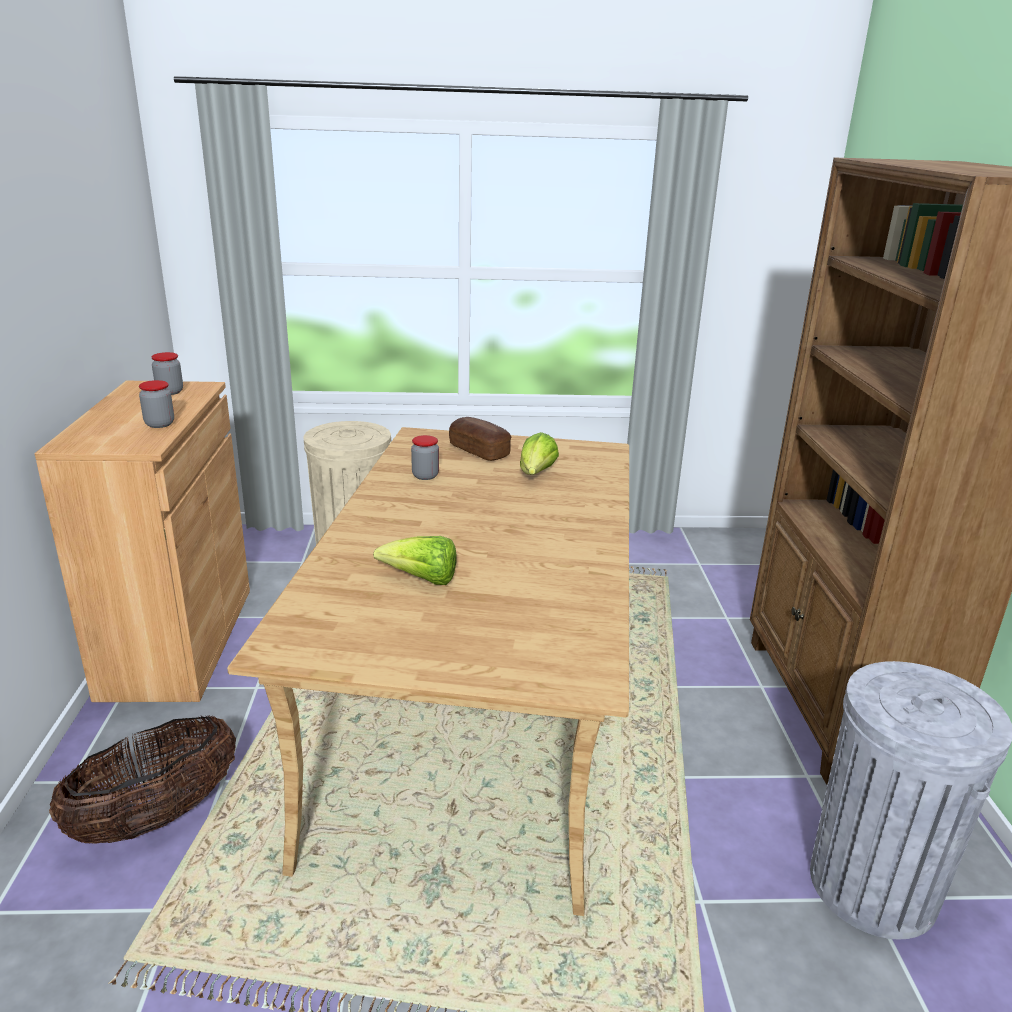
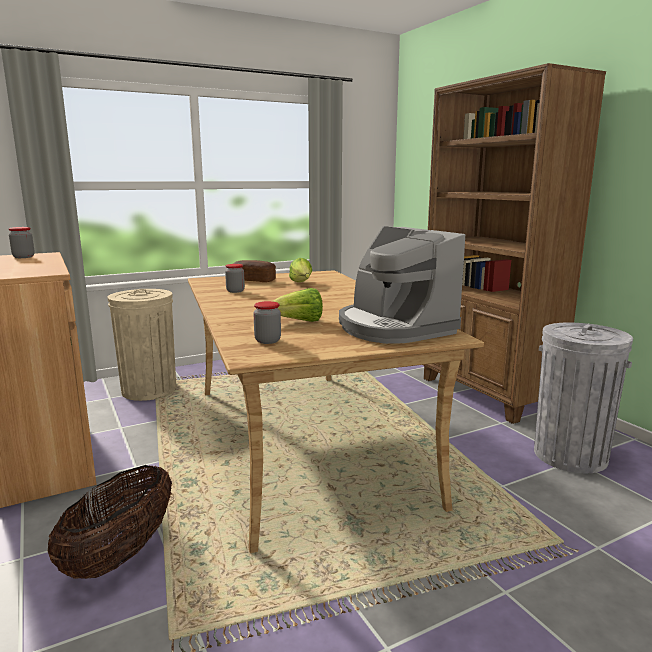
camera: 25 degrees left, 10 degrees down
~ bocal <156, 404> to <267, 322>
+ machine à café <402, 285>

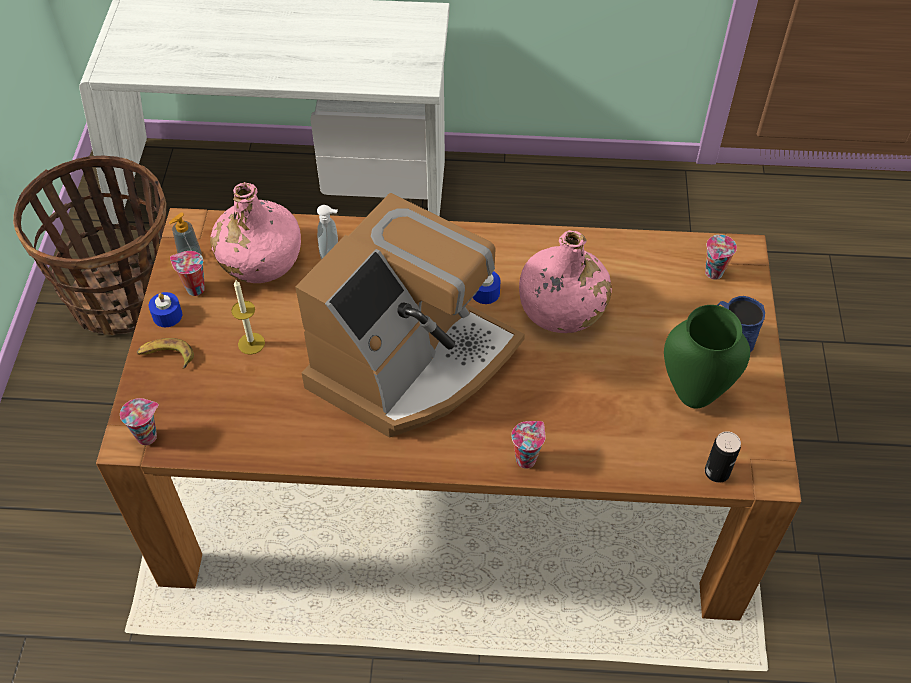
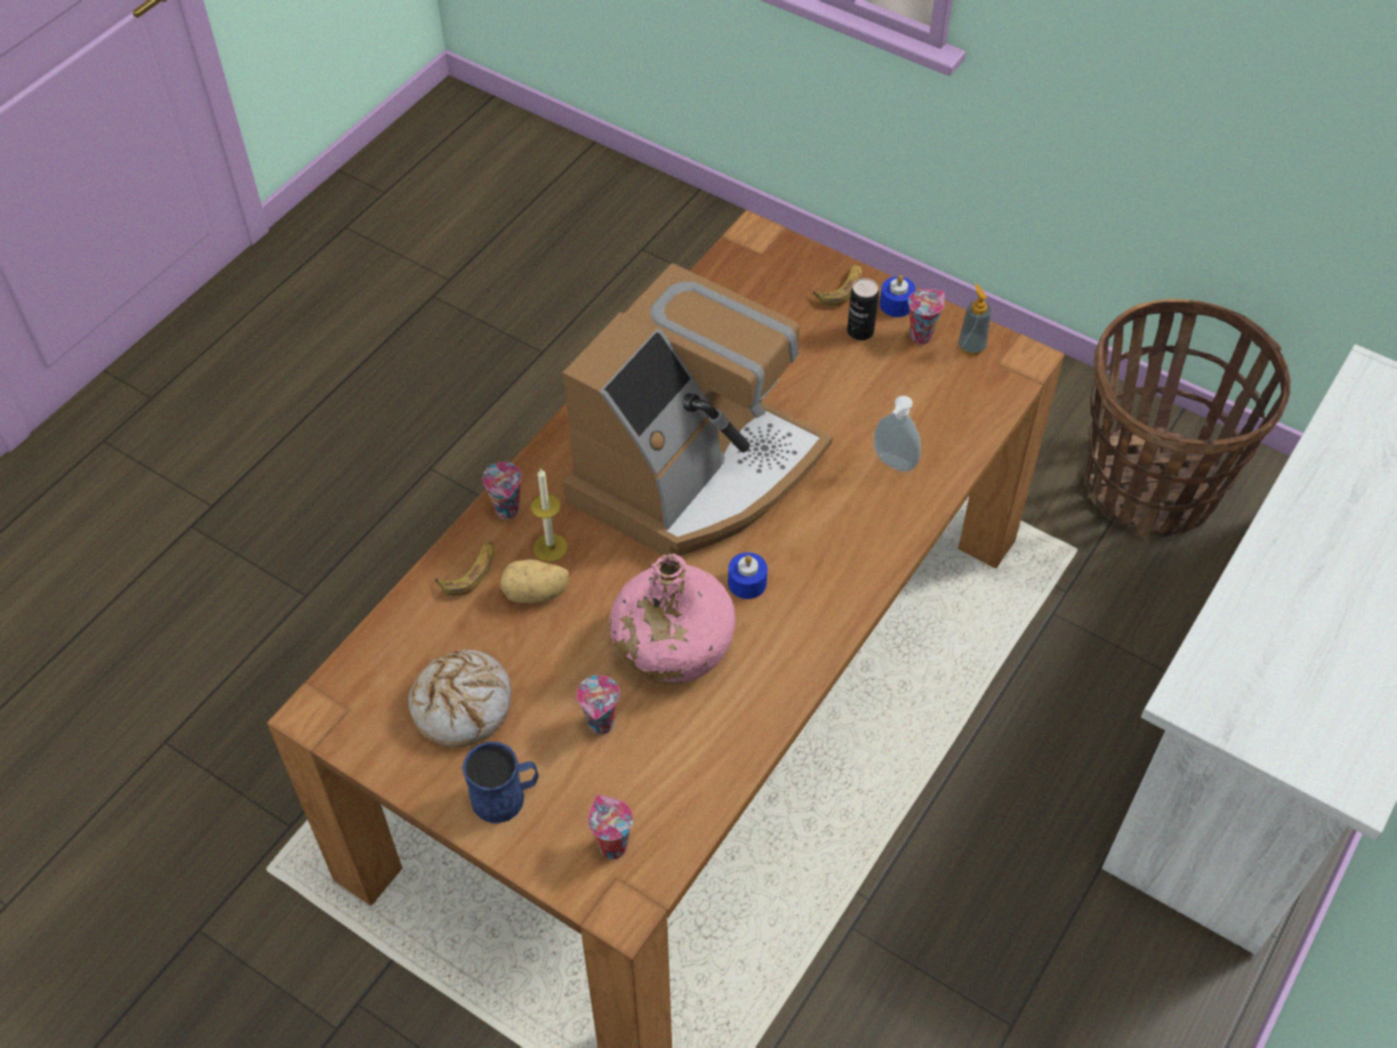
camera: 120 degrees right, 0 degrees up
~ vase [vert] <707, 356> to pain <460, 698>
+ banane <464, 568>
+ pomme de terre <535, 581>
~ bougie <248, 317> to <549, 515>
~ machine à café <410, 315> = <698, 409> 120 degrees counterclockwise
~ tasse <139, 421> to <598, 705>
~ boîte métallique <723, 457> to <863, 309>
- bouteille [rose] <255, 232>

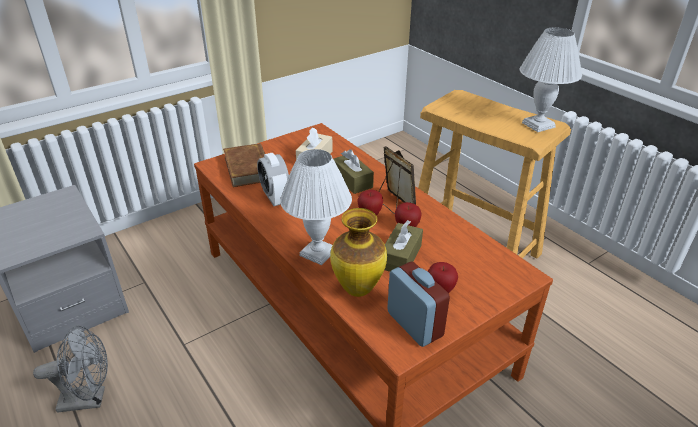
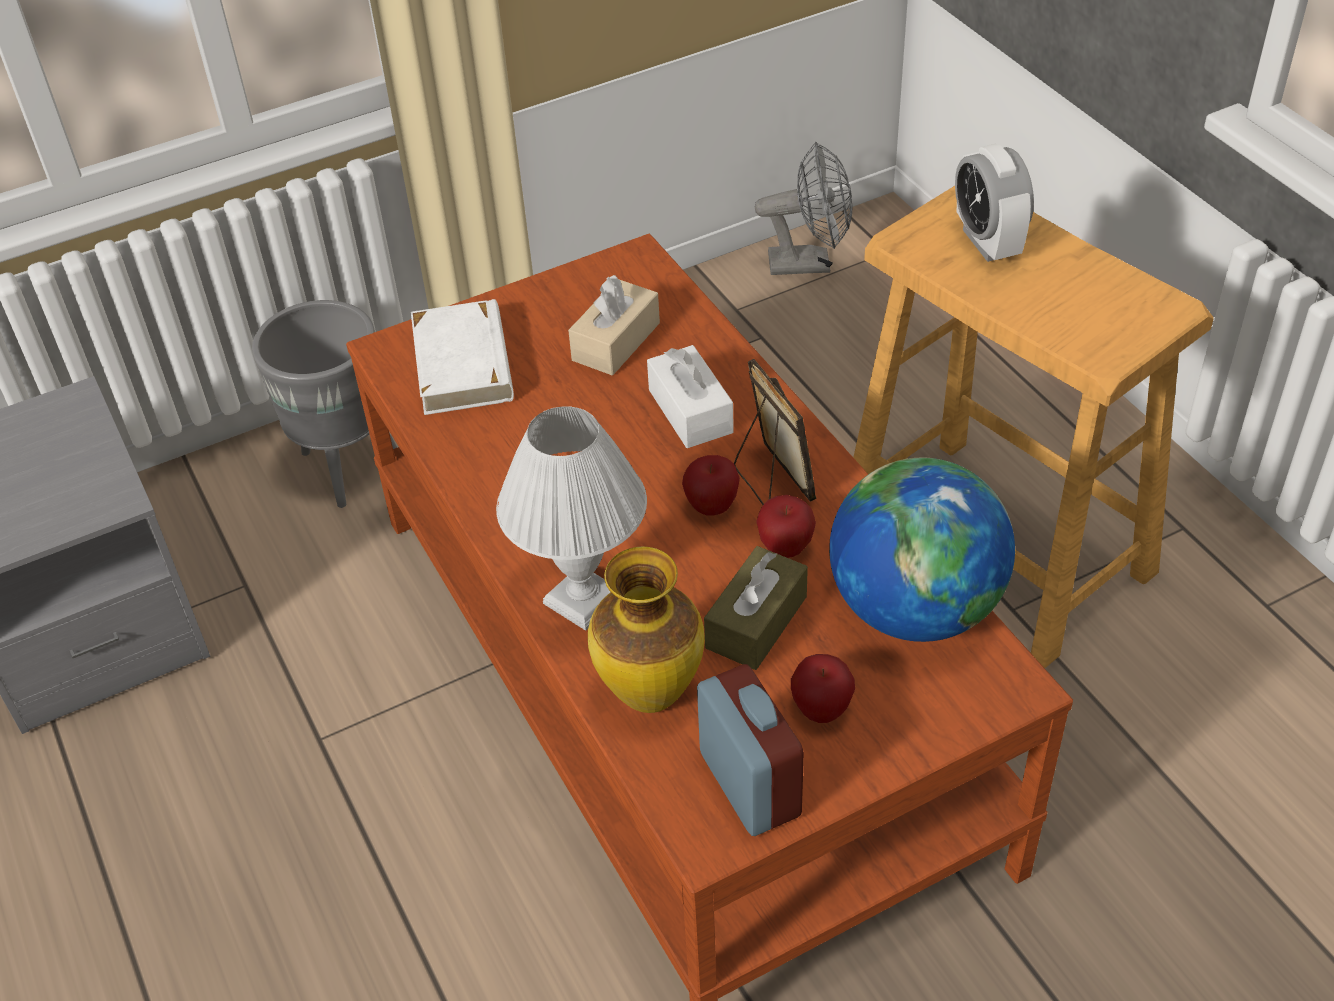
camera: 10 degrees right, 10 degrees up
+ cache-pot [gris] <324, 404>
~ livre [marron] <244, 165> to livre [blanc] <462, 357>
~ boîte à mouchoirs [marron] <354, 171> to boîte à mouchoirs [blanc] <690, 396>
~ ventilateur [gris] <70, 369> to <804, 208>
+ globe <922, 549>
~ réveil <273, 179> to <994, 203>
- lampe de table [blanc] <551, 79>

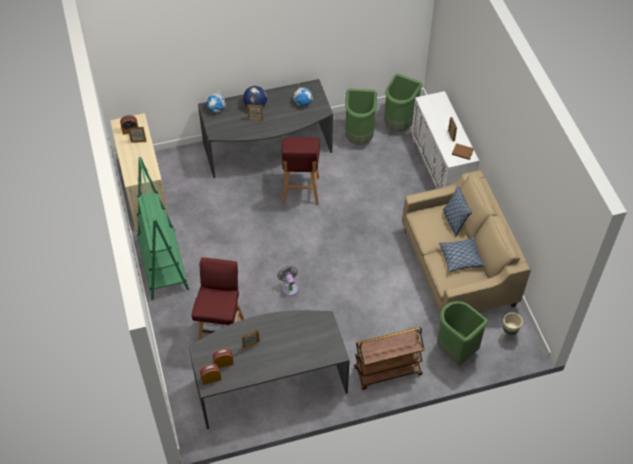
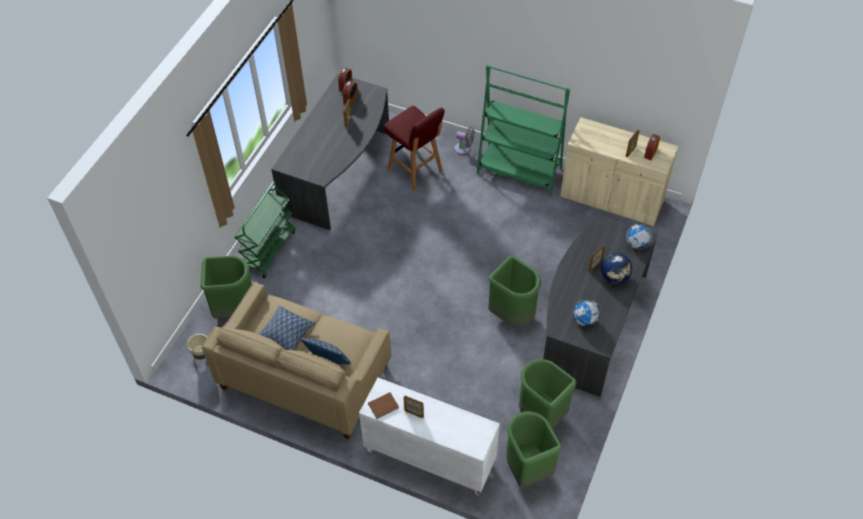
camera: 130 degrees right, 0 degrees up
~ chariot [marron] <389, 359> to chariot [vert] <265, 229>
~ ventilateur [gris] <287, 281> to <464, 141>
~ tabouret [rouge] <301, 171> to poubelle [vert] <514, 291>

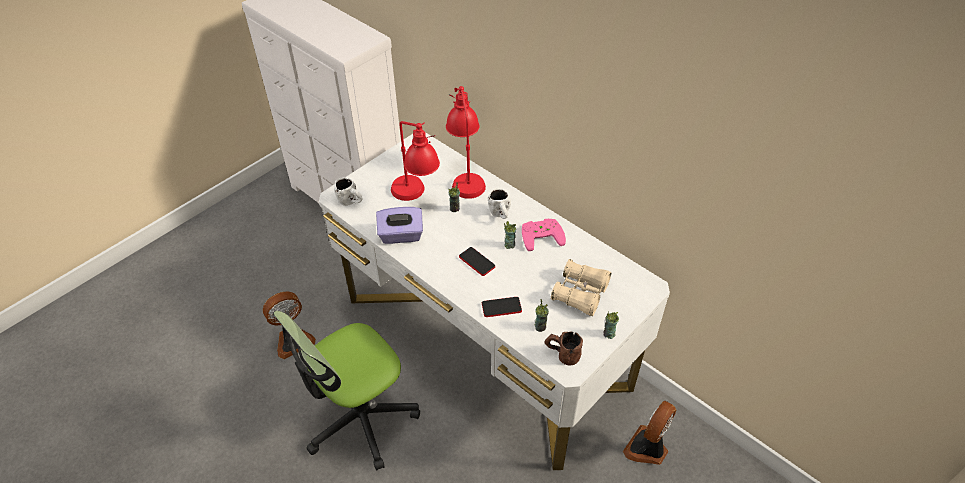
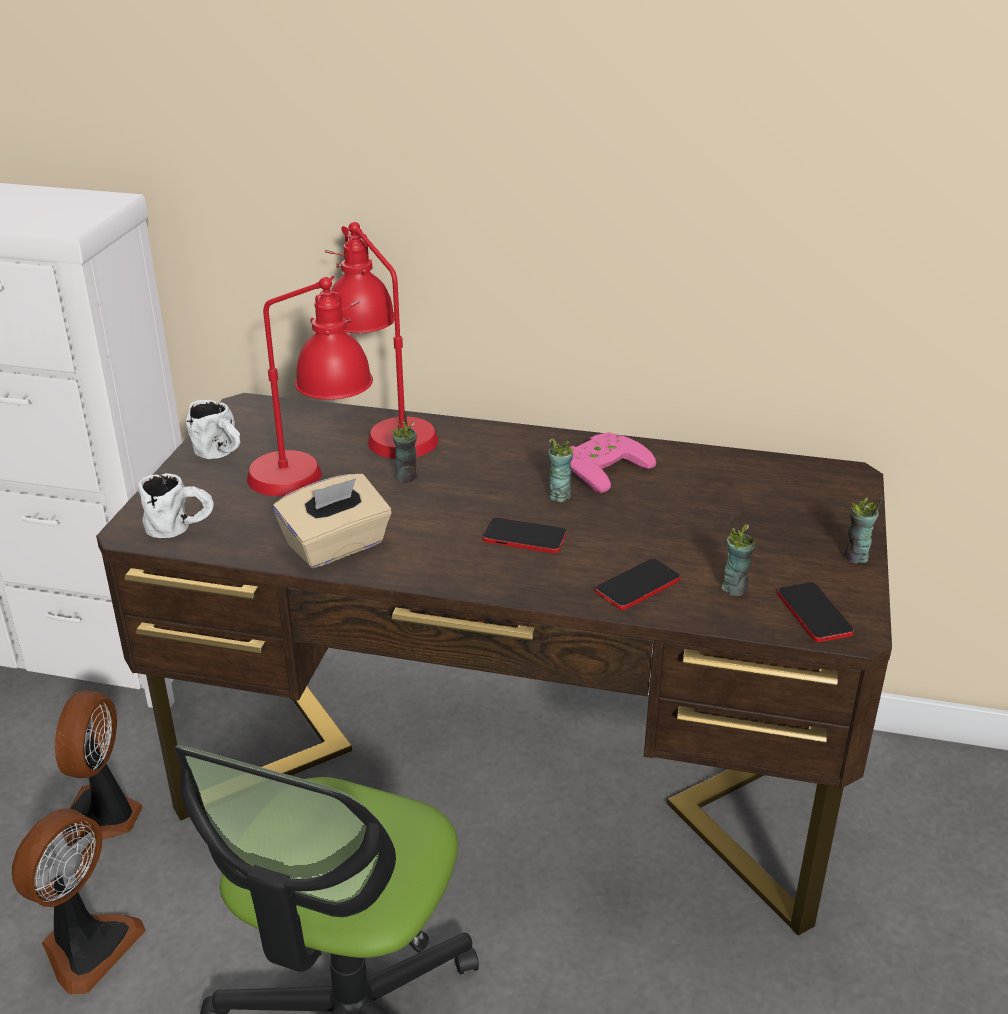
camera: 30 degrees left, 15 degrees down
~ ventilateur <649, 432> to <98, 768>
~ bureau [blanc] <494, 301> to bureau [marron] <494, 664>
~ mug [blanc] <499, 203> to <213, 429>
~ boîte à mouchoirs [violet] <399, 225> to boîte à mouchoirs [beige] <332, 521>
~ mug [marron] <563, 348> to téléphone <816, 612>
- jumelles [beige] <581, 287>

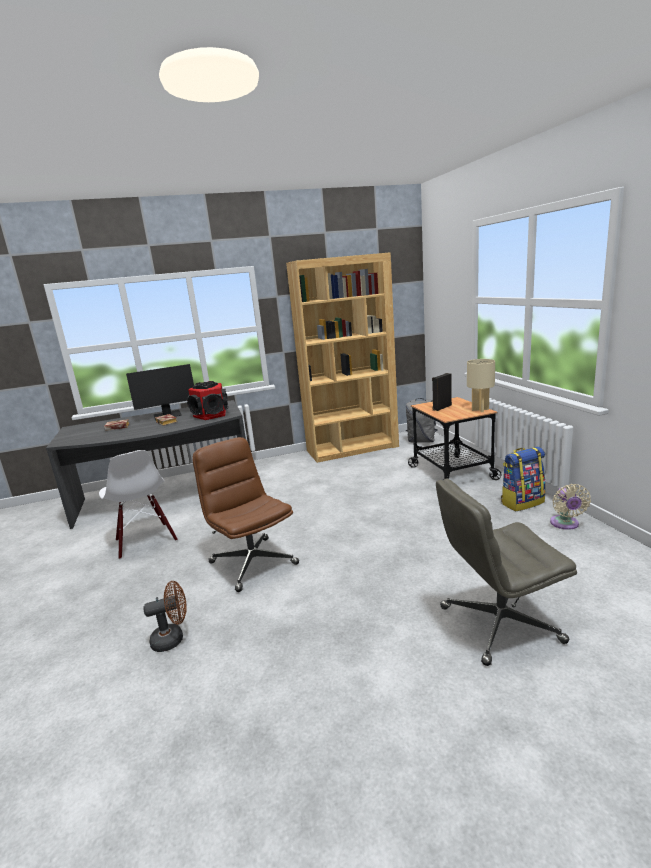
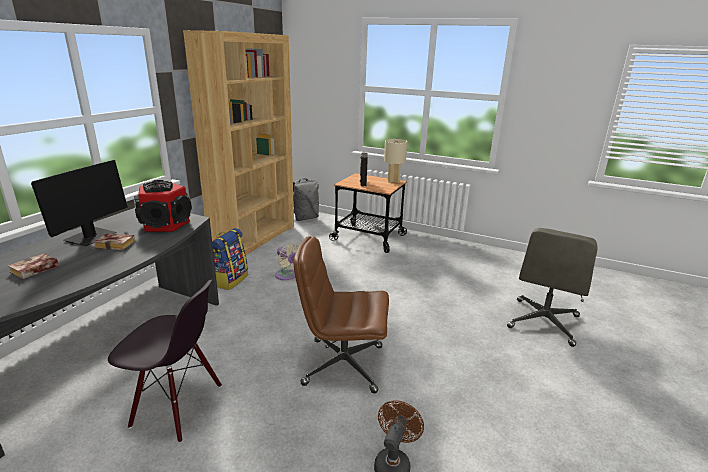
camera: 50 degrees left, 5 degrees up
~ chaise [blanc] <138, 504> to chaise [noir] <165, 361>
~ sac à dos <523, 479> to <230, 259>
~ ventilateur [beige] <570, 507> to <287, 261>

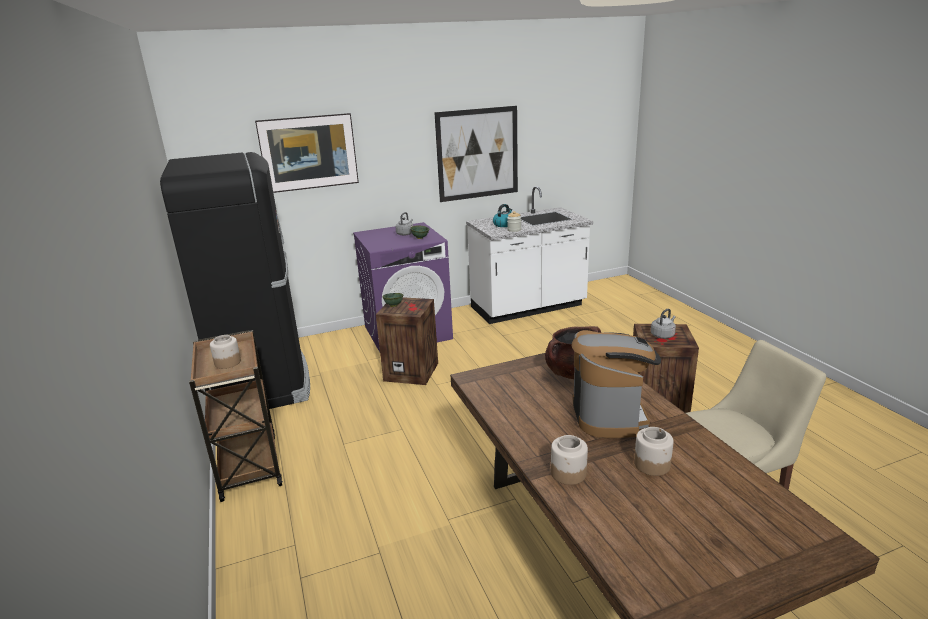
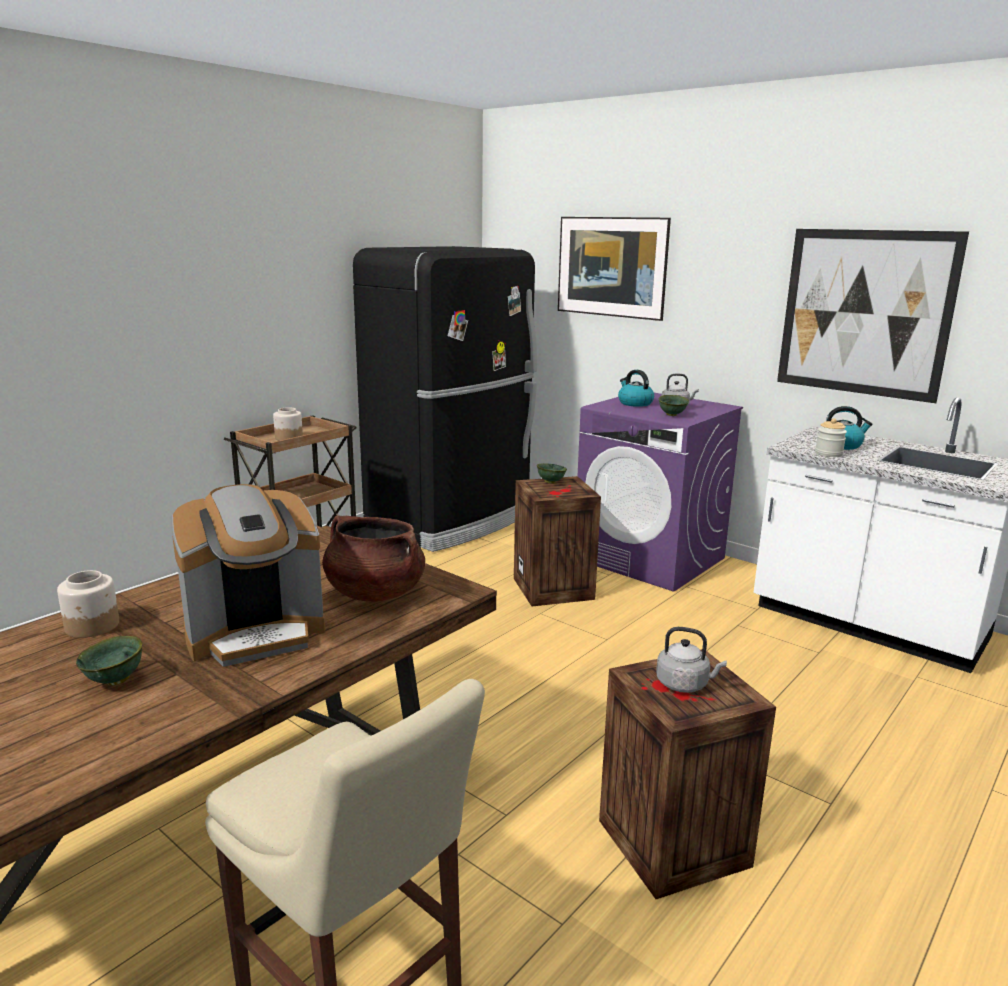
camera: 60 degrees right, 5 degrees down
~ bocal <653, 451> to bol [vert] <109, 660>
+ bouilloire <636, 388>

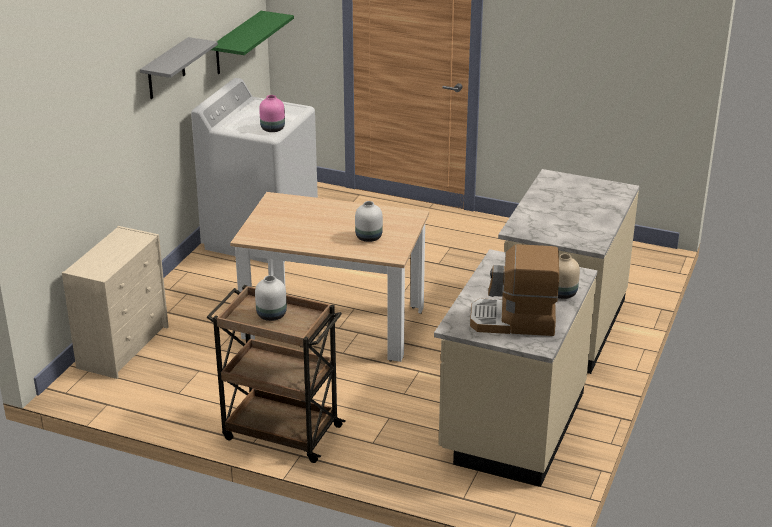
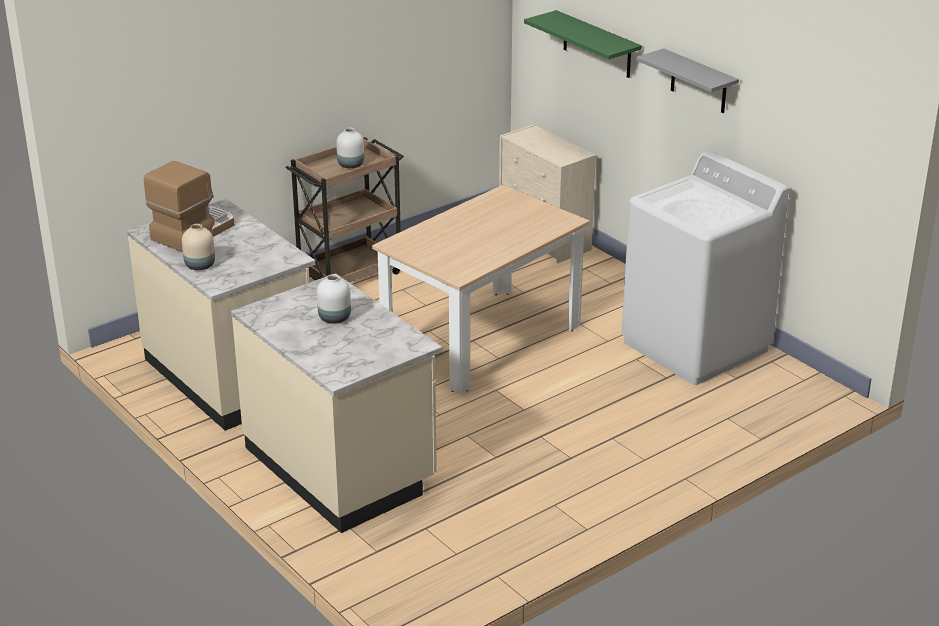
camera: 120 degrees right, 0 degrees up
~ vase [blanc] <369, 221> to <334, 299>
~ étagère [vert] <252, 42> to <583, 44>
- vase [rose] <272, 113>

